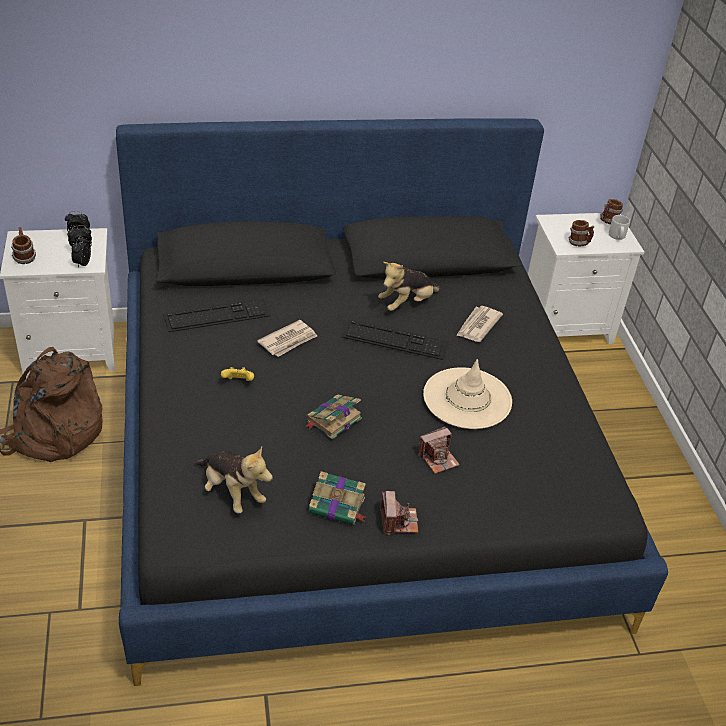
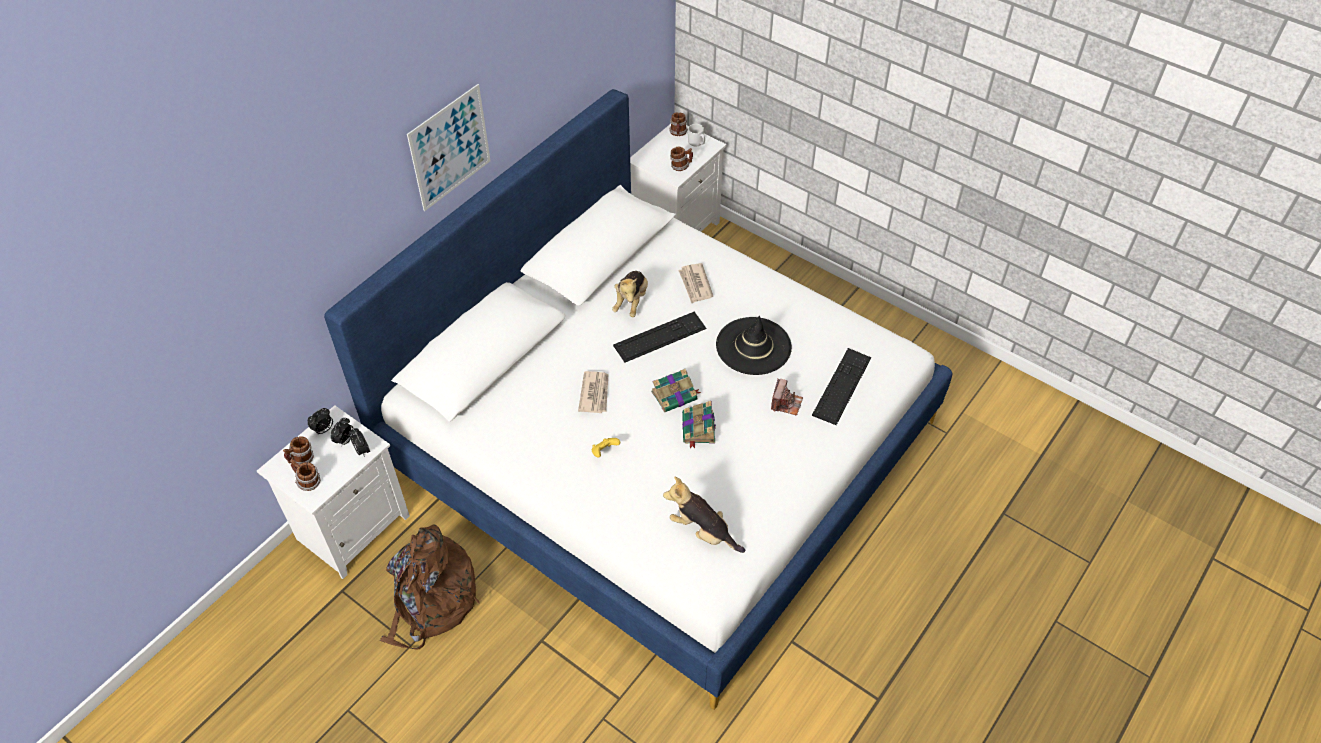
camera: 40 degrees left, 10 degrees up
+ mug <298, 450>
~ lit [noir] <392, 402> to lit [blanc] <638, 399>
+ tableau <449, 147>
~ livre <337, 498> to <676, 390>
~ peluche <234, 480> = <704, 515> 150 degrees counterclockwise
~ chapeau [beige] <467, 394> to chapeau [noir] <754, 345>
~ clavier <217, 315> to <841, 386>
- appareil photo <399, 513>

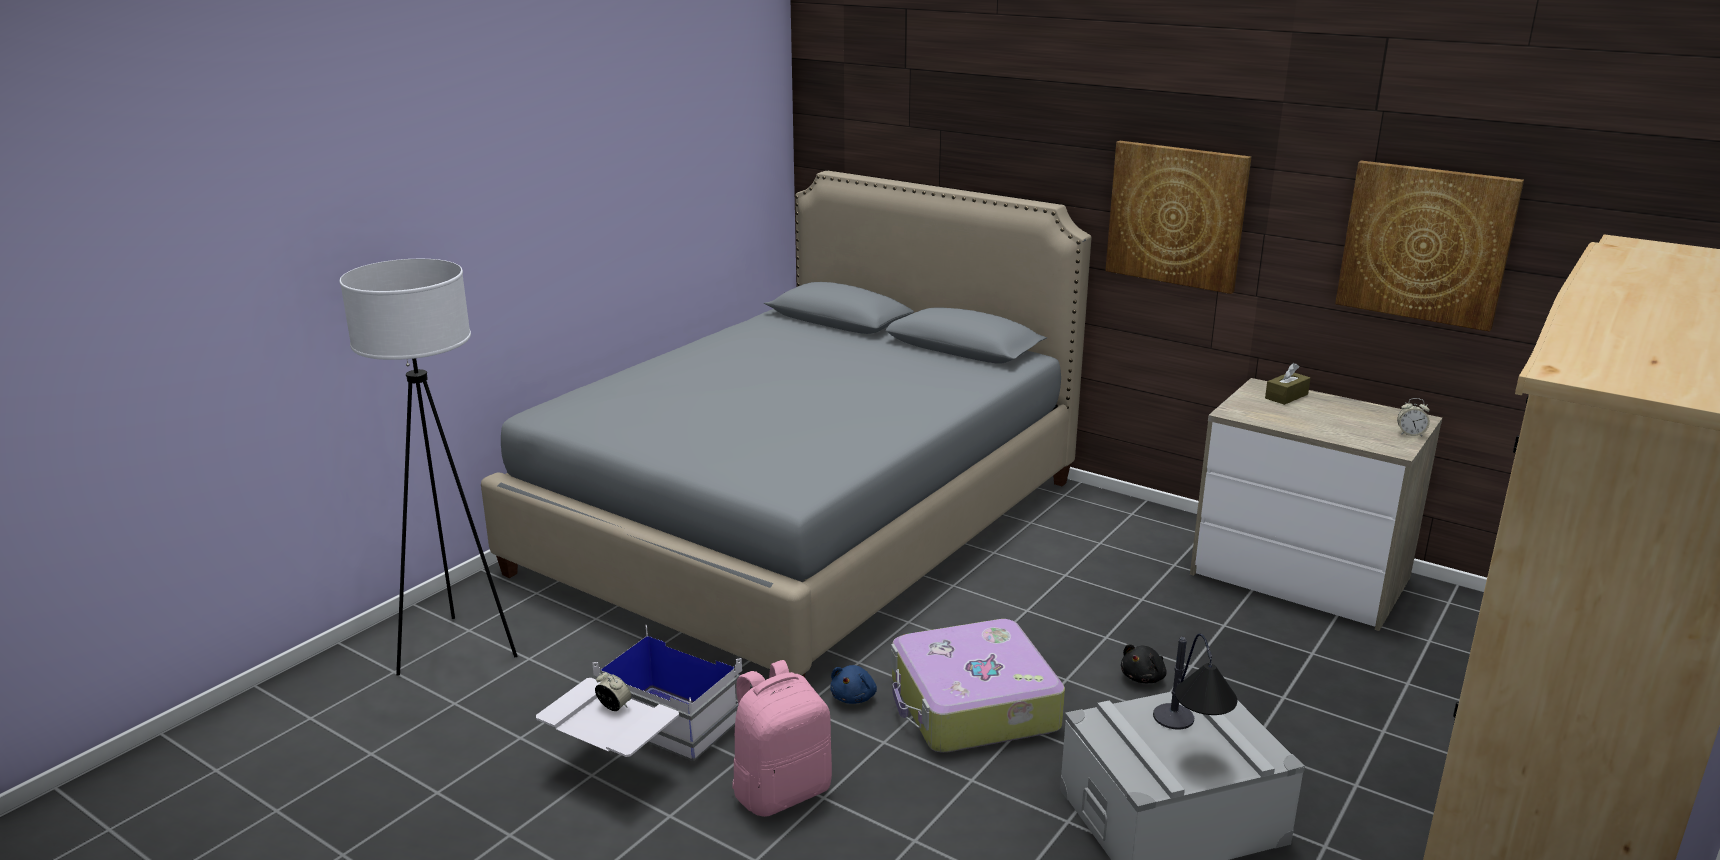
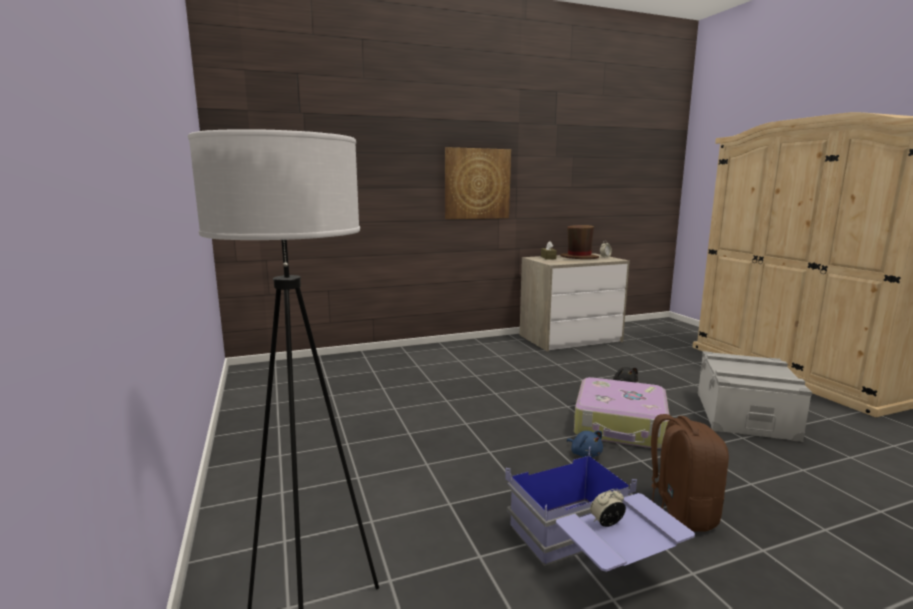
camera: 55 degrees left, 10 degrees down
~ boîte de rangement [blanc] <639, 693> to boîte de rangement [bleu] <600, 509>
+ chapeau [marron] <580, 242>
~ sac à dos [rose] <782, 738> to sac à dos [marron] <690, 473>
- lit [gris] <786, 424>
- lampe de table <1195, 681>
- tableau <1429, 246>

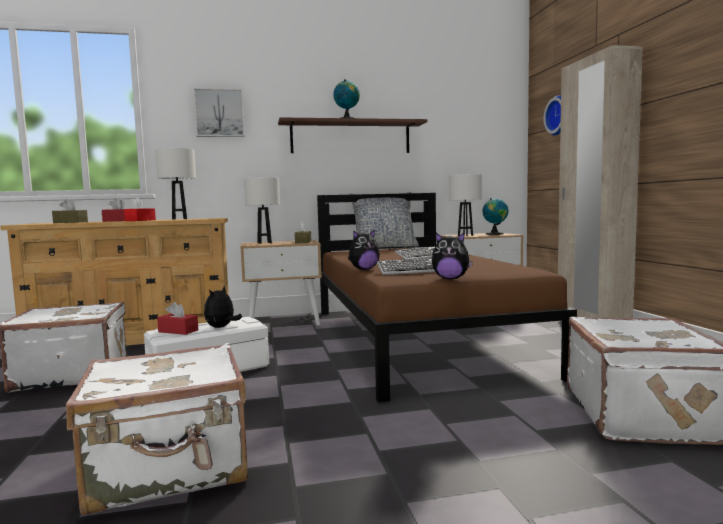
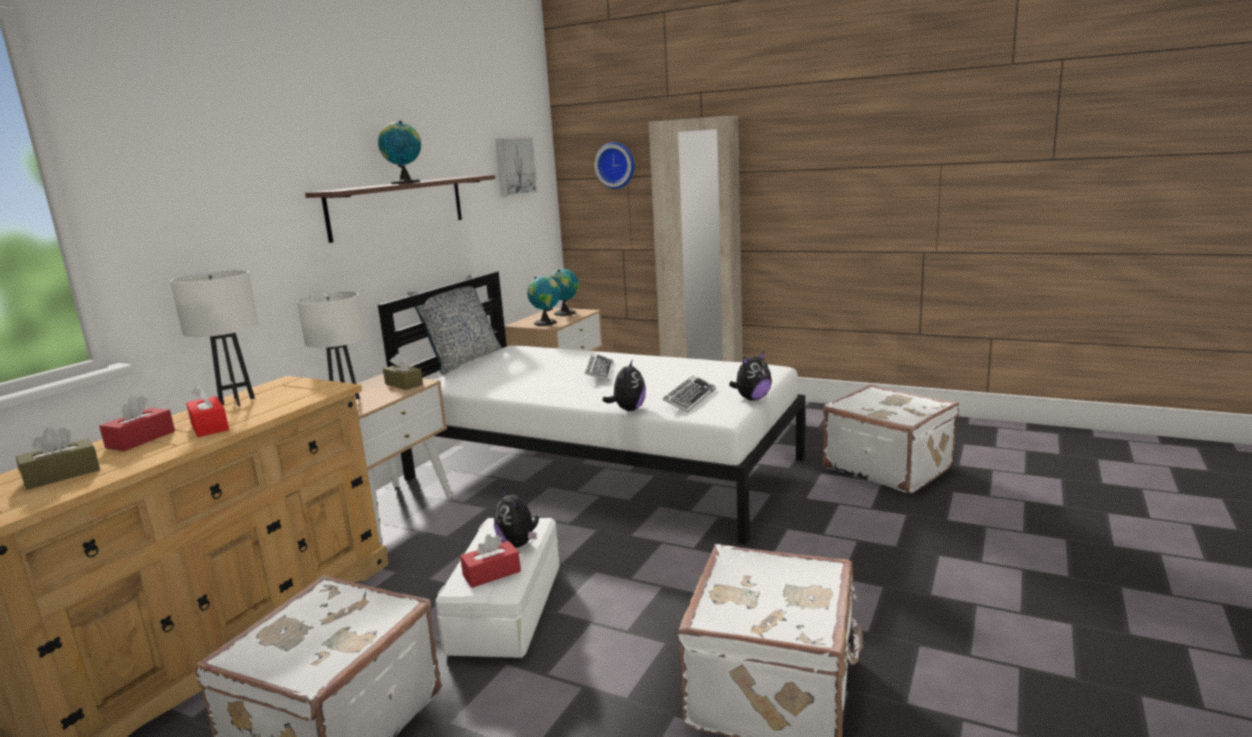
camera: 50 degrees left, 10 degrees up
~ lit [marron] <447, 297> to lit [blanc] <591, 408>
~ tableau <219, 112> to <516, 167>
~ lampe de table [blanc] <465, 205> to globe <544, 301>

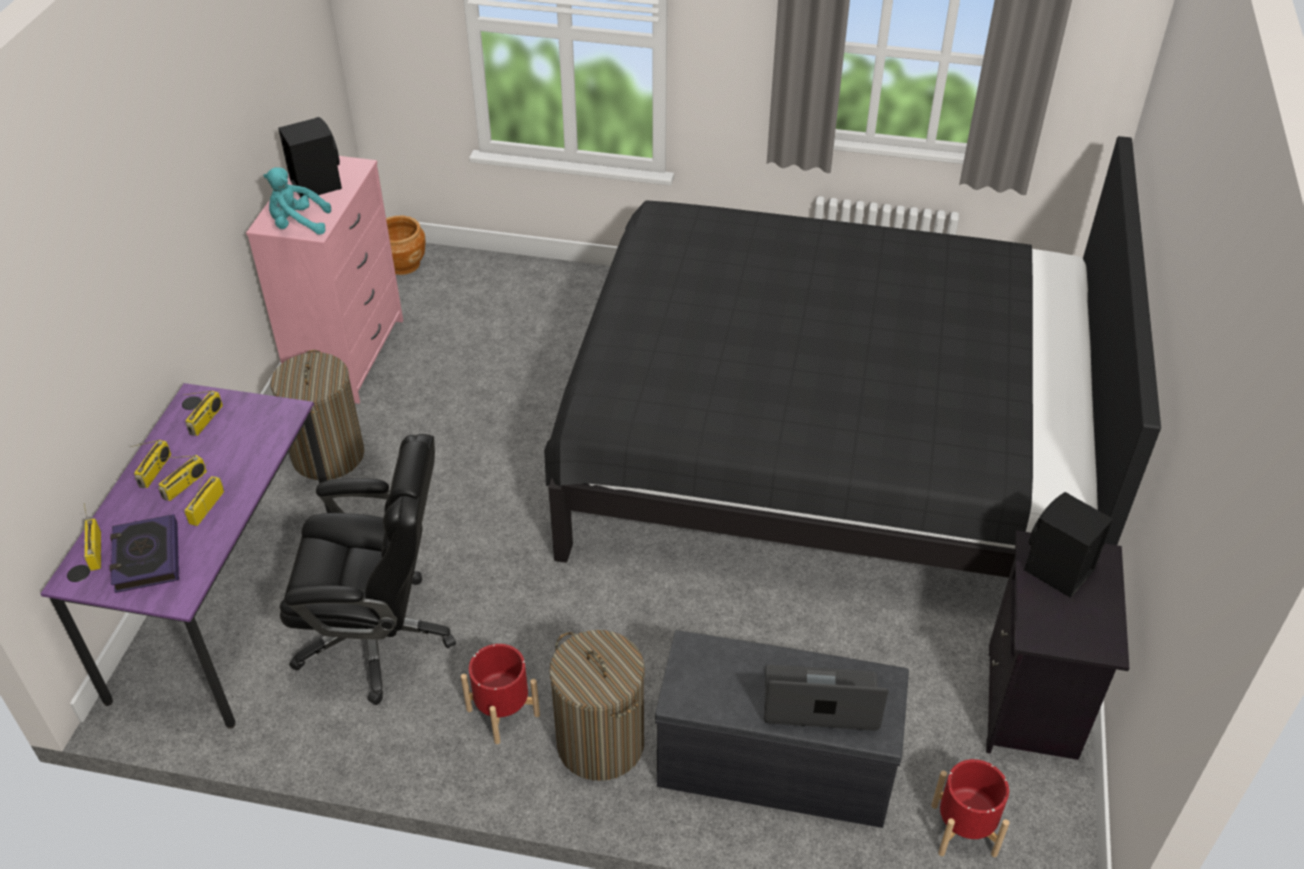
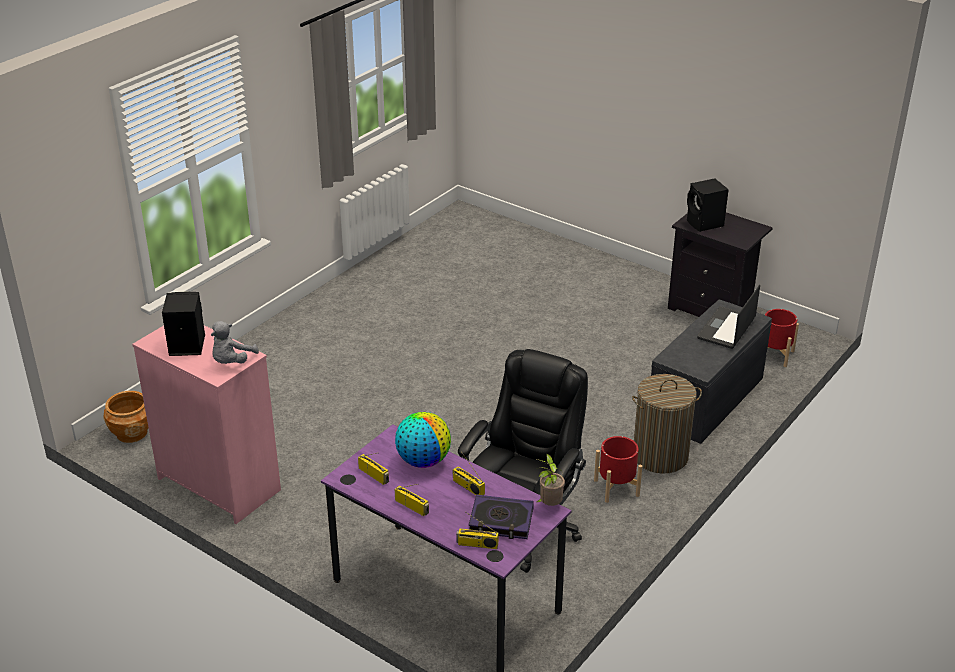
camera: 65 degrees left, 10 degrees down
~ peluche [turquoise] <297, 201> to peluche [gris] <235, 342>
+ globe <423, 440>
+ plante en pot <551, 480>
- radio <182, 478>
- panier à linge <317, 415>
- lit [noir] <852, 357>

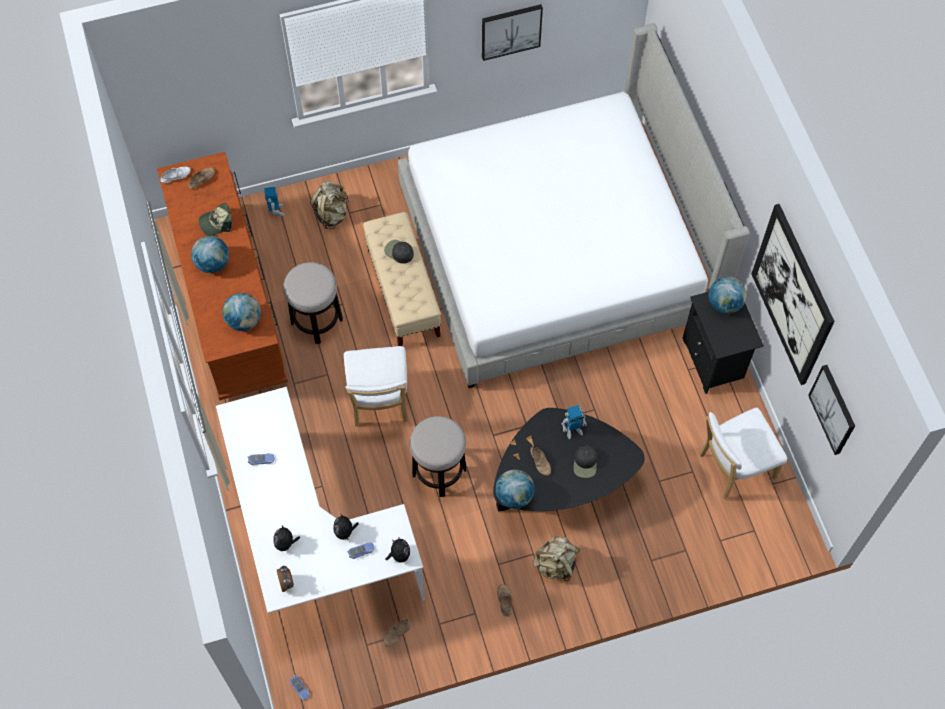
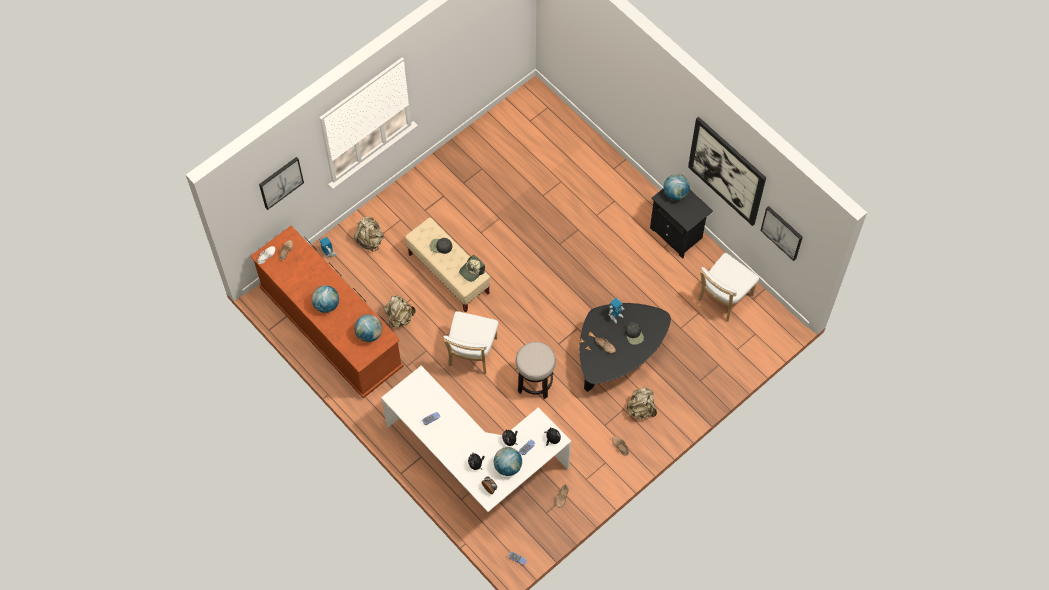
camera: 25 degrees left, 0 degrees up
~ tableau <512, 32> to <281, 183>
~ tabouret <313, 303> to sac à dos [beige] <400, 311>
~ chaise [blanc] <376, 386> = <470, 342> 45 degrees clockwise
~ casquette <215, 219> to <472, 268>
~ globe <515, 489> to <508, 461>
- lit <574, 205>

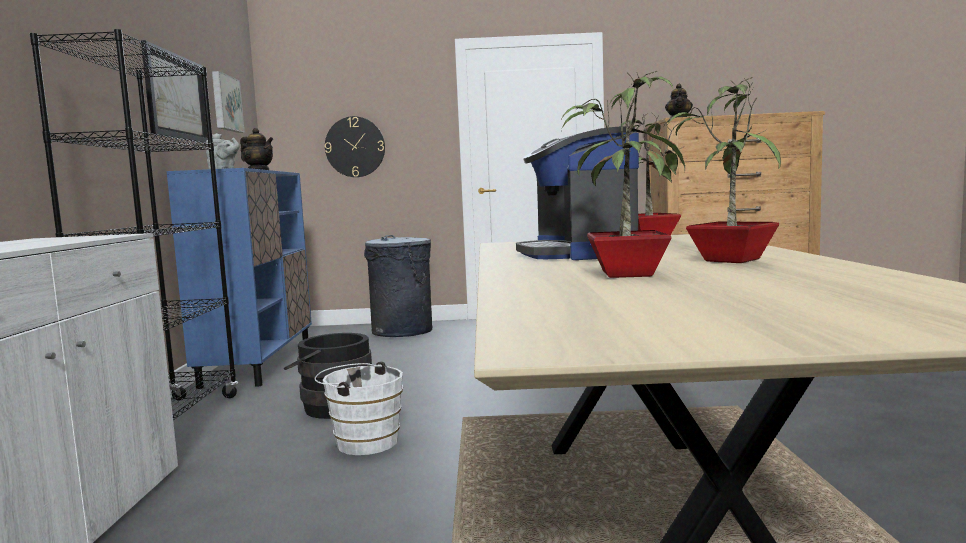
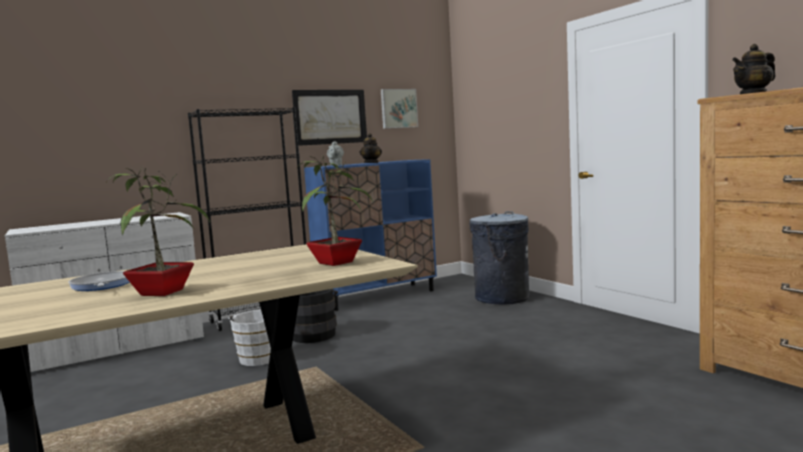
camera: 60 degrees right, 0 degrees up
~ plante en pot <623, 174> to poêle <98, 281>
- horloge murale <355, 146>
- machine à café <577, 193>

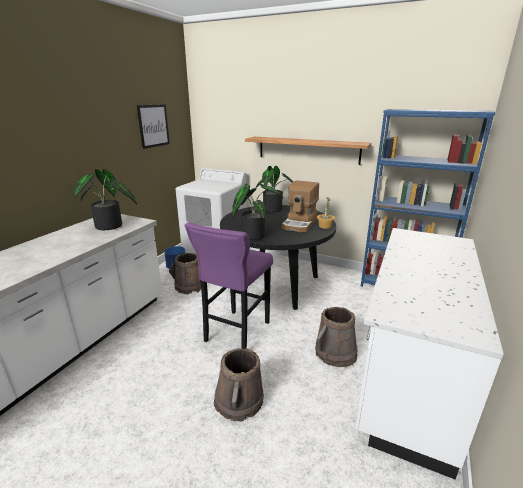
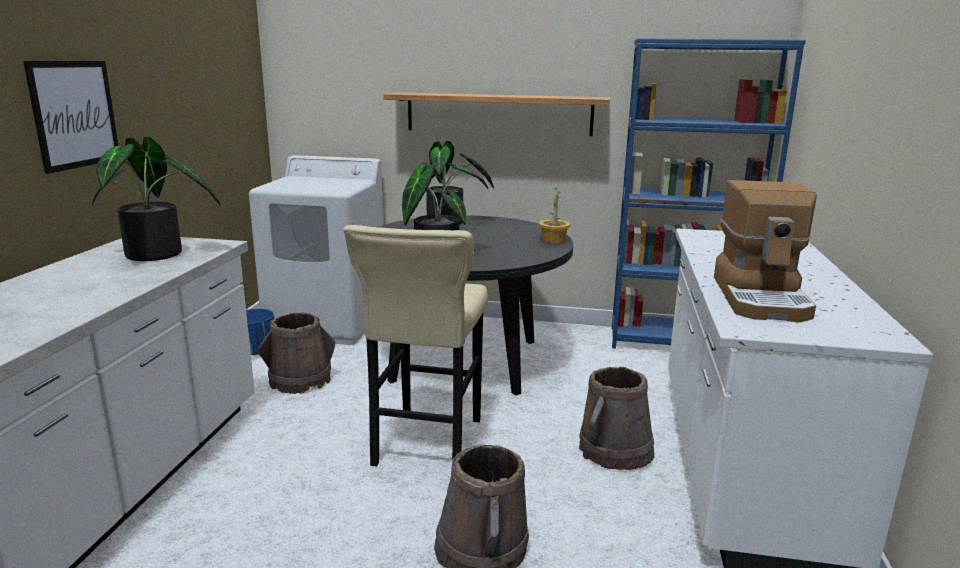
camera: 15 degrees left, 5 degrees down
~ tableau <153, 126> to <70, 117>
~ tabouret [violet] <228, 286> to tabouret [beige] <415, 345>
~ machine à café <300, 206> to <765, 251>

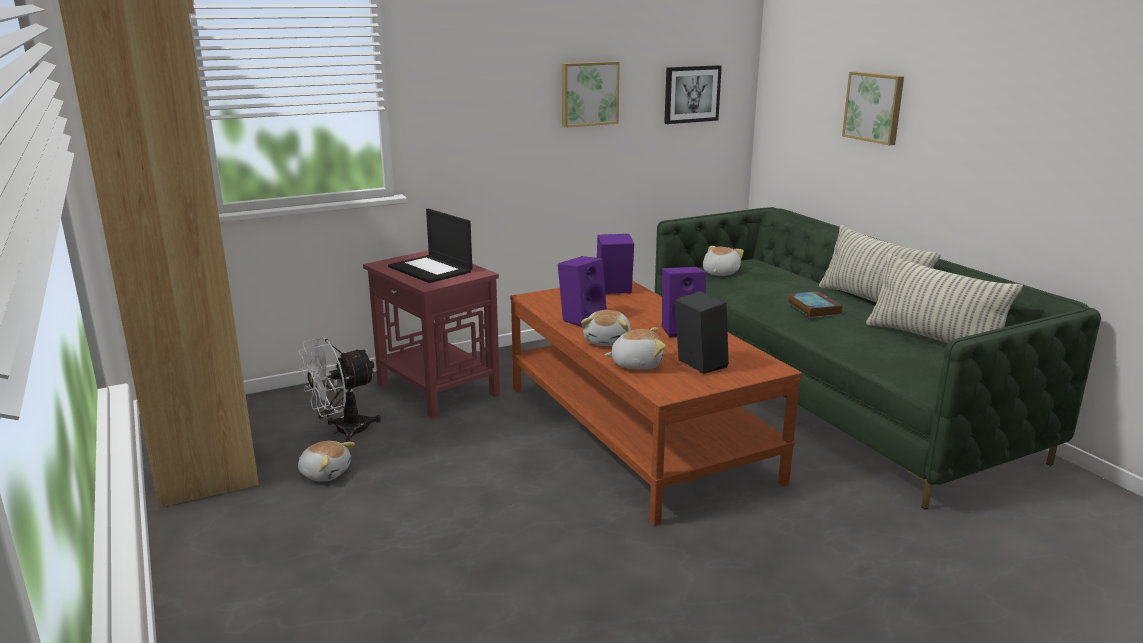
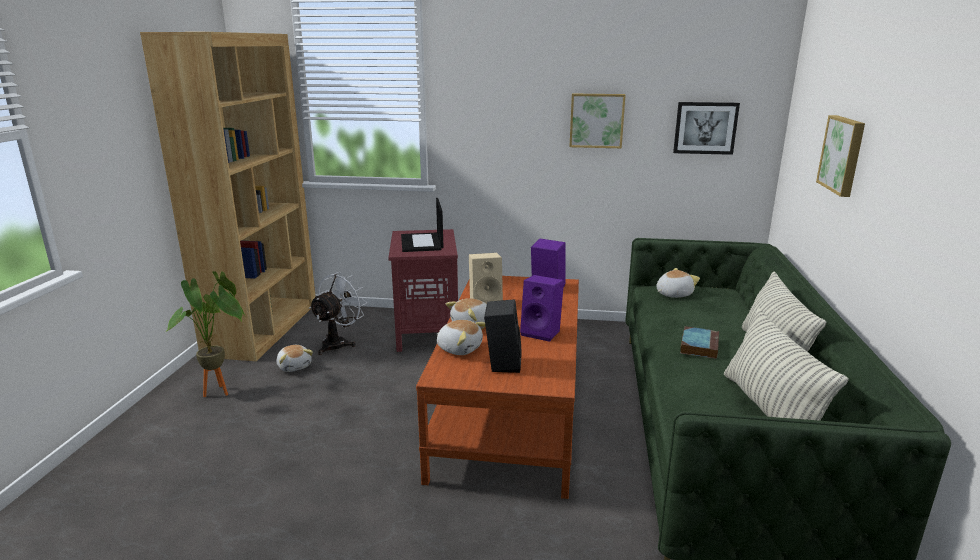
camera: 35 degrees right, 0 degrees up
+ plante en pot <206, 334>
~ ventilateur [blanc] <340, 389> = <338, 313> 120 degrees clockwise
~ enceinte [violet] <582, 292> to enceinte [beige] <486, 278>

